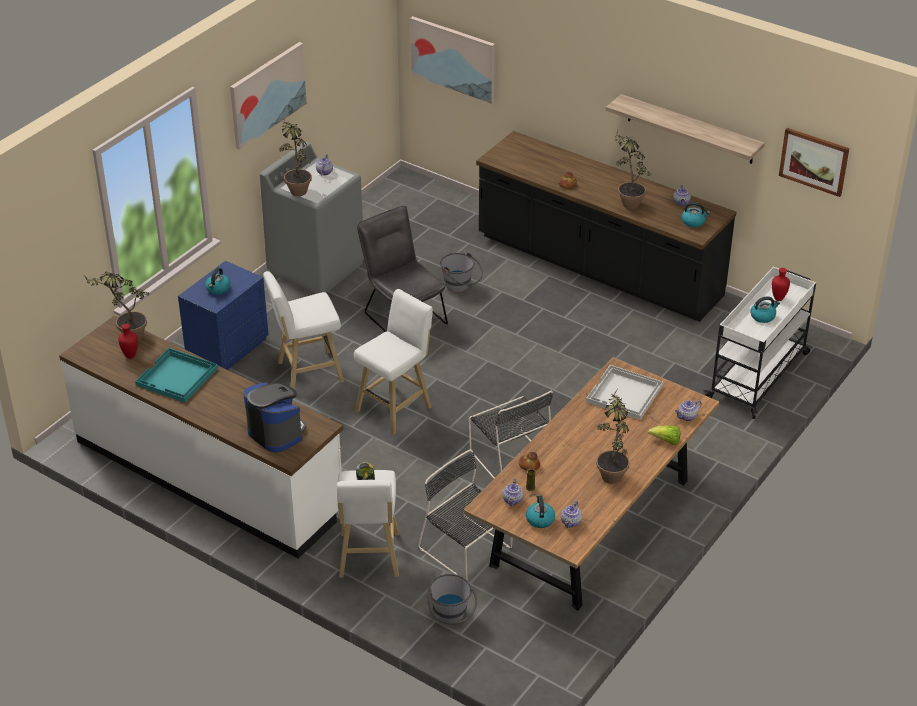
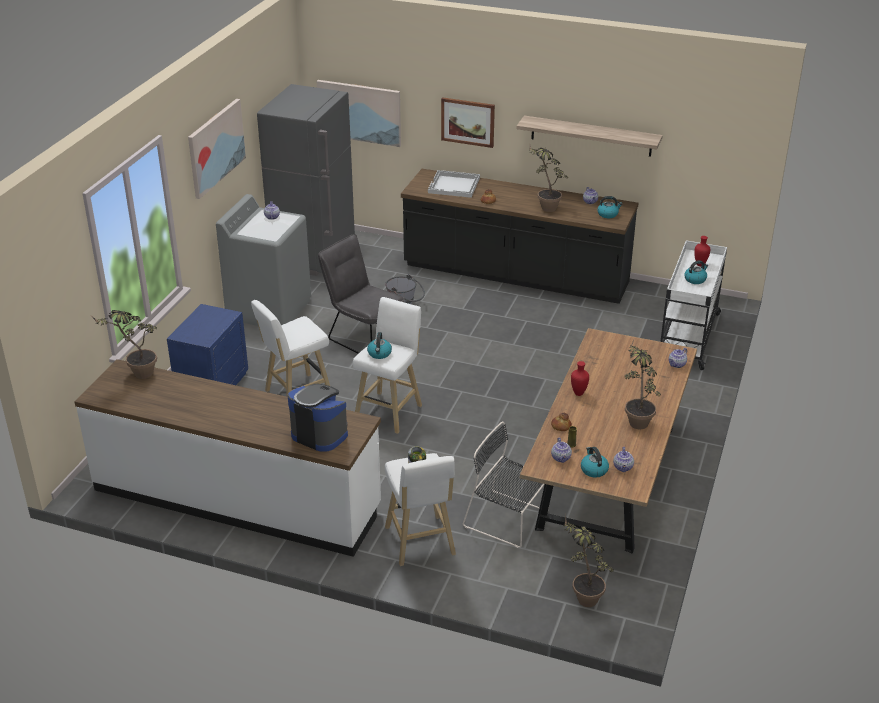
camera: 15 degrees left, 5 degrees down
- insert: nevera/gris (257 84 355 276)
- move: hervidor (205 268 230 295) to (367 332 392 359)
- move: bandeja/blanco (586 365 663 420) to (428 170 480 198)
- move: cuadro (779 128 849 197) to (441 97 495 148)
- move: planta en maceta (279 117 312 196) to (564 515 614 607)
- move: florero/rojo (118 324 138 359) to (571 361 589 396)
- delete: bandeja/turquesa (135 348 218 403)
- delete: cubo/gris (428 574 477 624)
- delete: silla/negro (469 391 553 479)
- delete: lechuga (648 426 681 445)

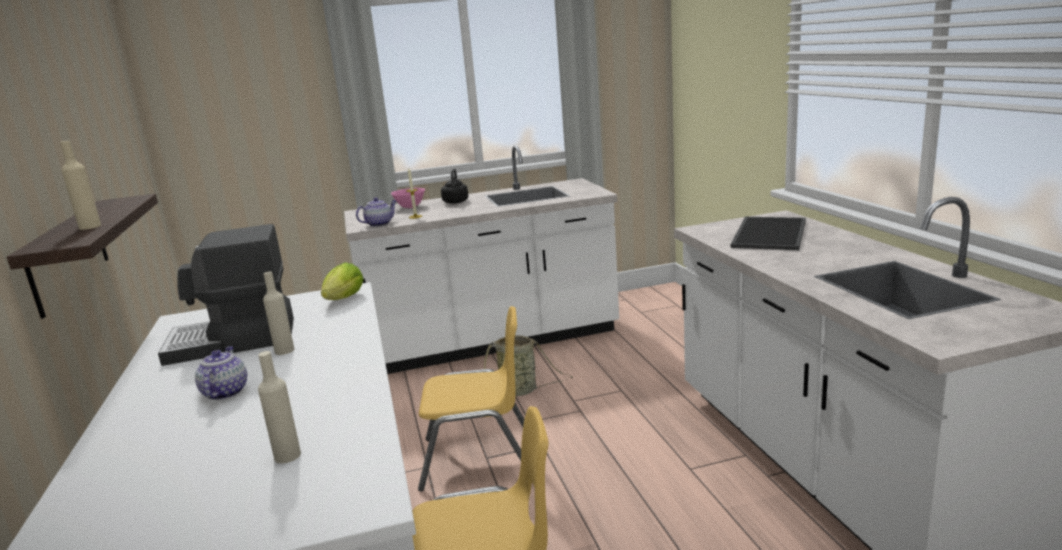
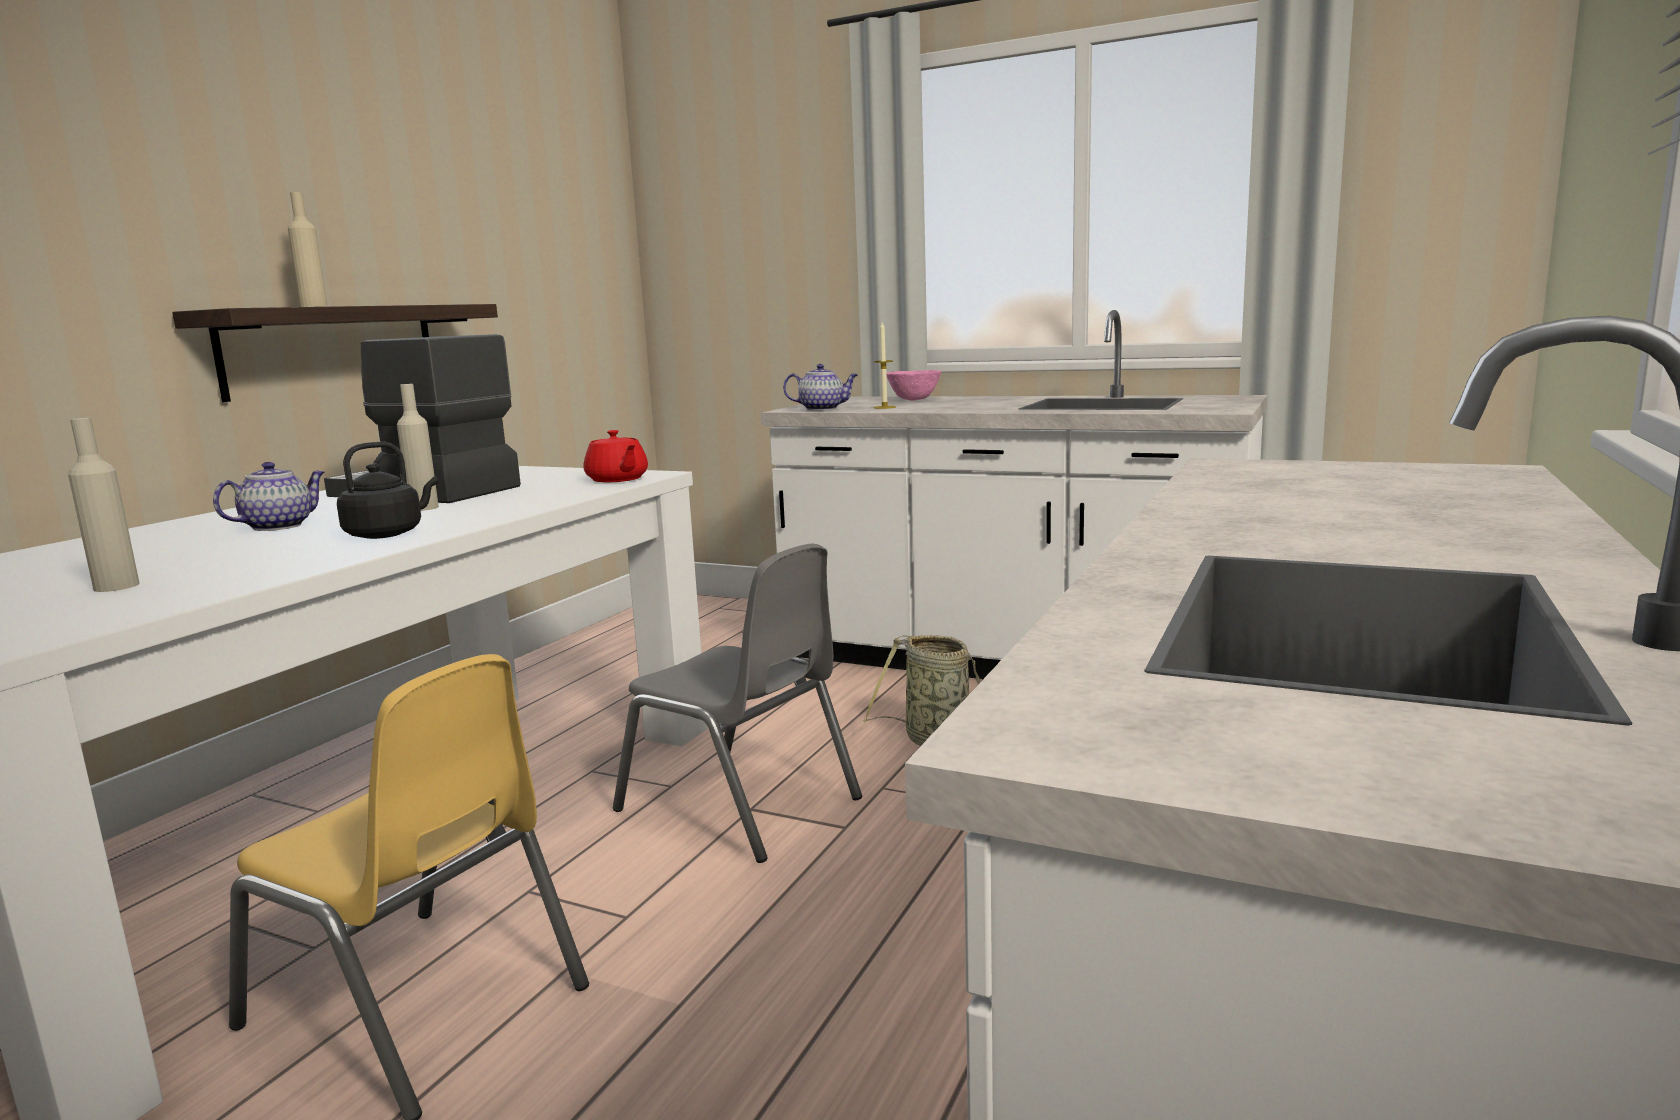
camera: 40 degrees right, 5 degrees down
- move: hervidor/negro (441 169 468 204) to (337 442 438 539)
- replace: lechuga (321 262 363 300) to tetera/rojo (584 430 648 482)
- recolor: silla/amarillo (418 306 524 491) to silla/gris (613 544 862 863)
- delete: bandeja (731 217 806 250)

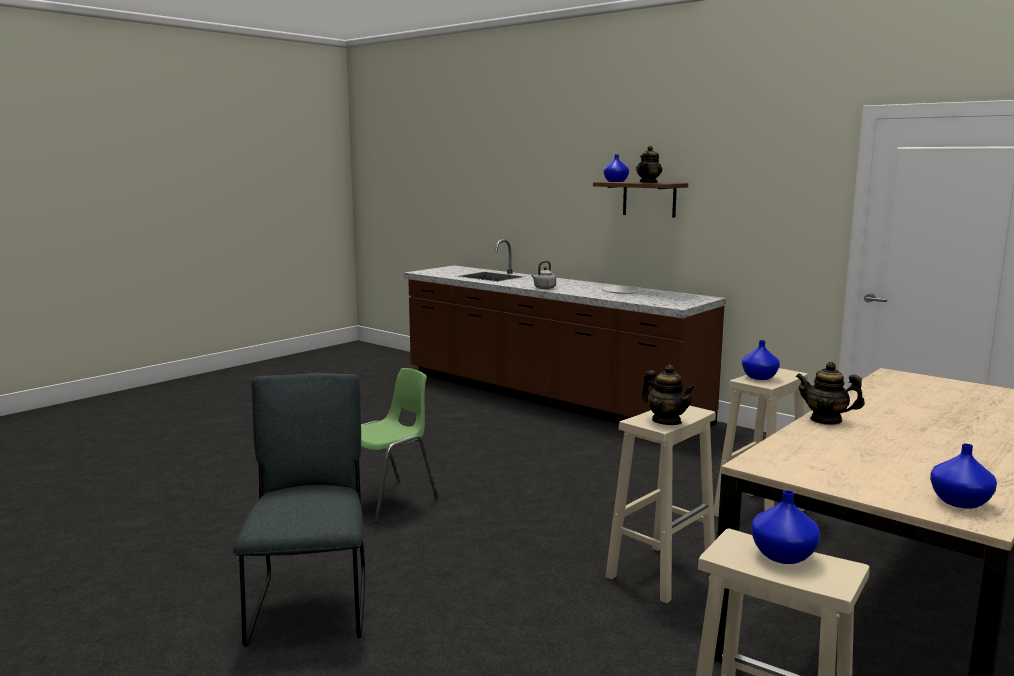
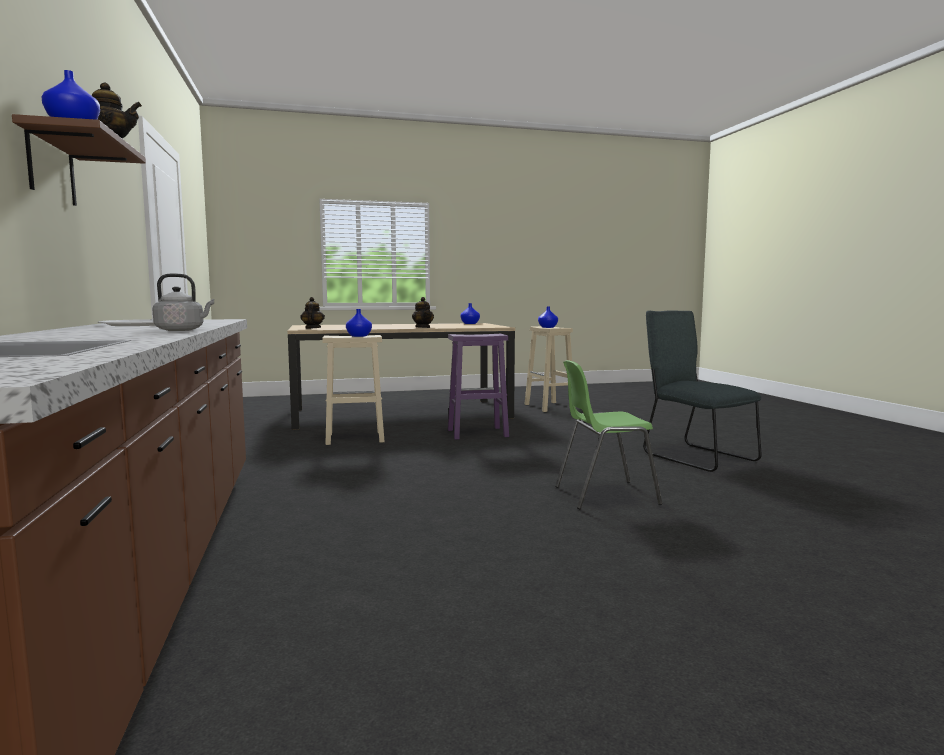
camera: 145 degrees left, 5 degrees down
- move: tetera (642 365 696 425) to (300 297 325 329)
- recolor: taburete/beis (605 406 716 604) to taburete/morado (448 334 509 440)
- rotate: silla/gris (233 373 365 647) = (643 310 762 472) 120 degrees clockwise

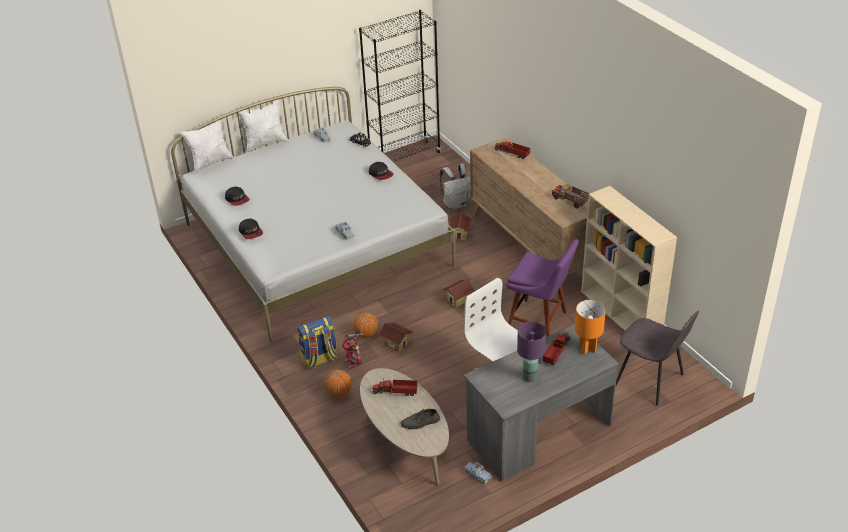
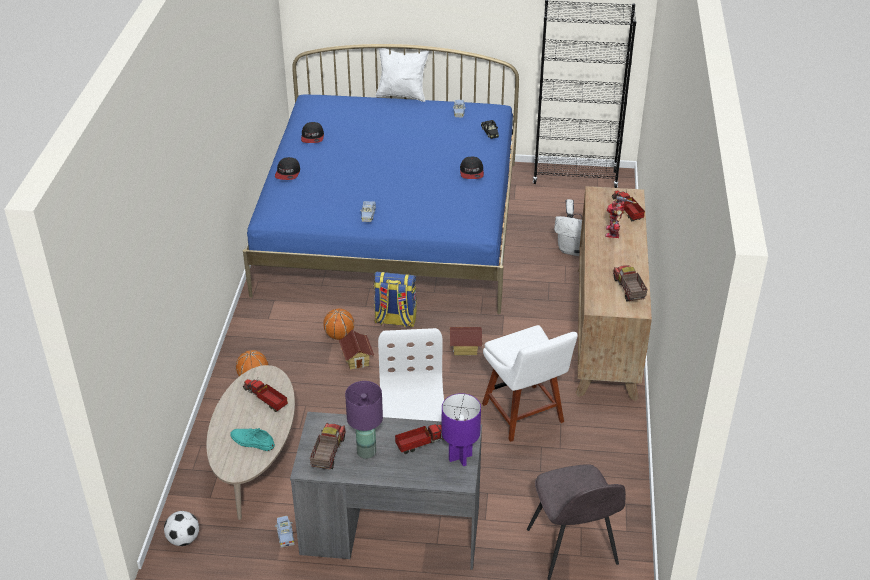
camera: 35 degrees right, 0 degrees up
- insert: balón de fútbol (164 511 199 546)
- recolor: zapato/gris (401 408 440 429) to zapato/turquesa (230 428 275 451)
- recolor: cama/blanco (171 87 456 342) to cama/azul (243 44 519 314)
- insert: camión de juguete (310 423 346 469)
- move: mochila (297 316 338 370) to (374 272 417 327)
- recolor: lámpara de mesa/naranja (575 300 606 355) to lámpara de mesa/morado (442 393 481 466)
- recolor: silla/morado (506 239 579 337) to silla/blanco (482 325 578 442)
- move: robot de juguete (342 333 364 369) to (605 196 637 238)
- delete: cojín/blanco (181 120 234 174)
- delete: casita (449 212 472 240)
- delete: estantería/beis (581 186 677 331)

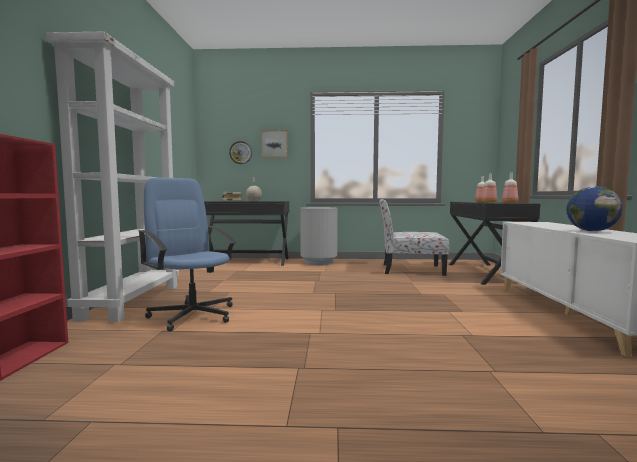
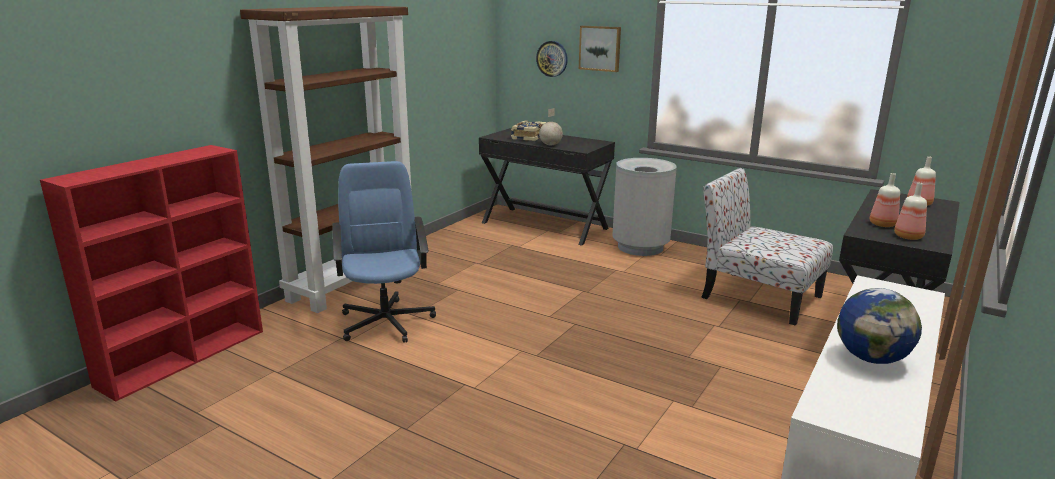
camera: 30 degrees right, 15 degrees up
- recolor: estantería/blanco (46 31 179 322) to estantería/marrón (240 6 411 313)

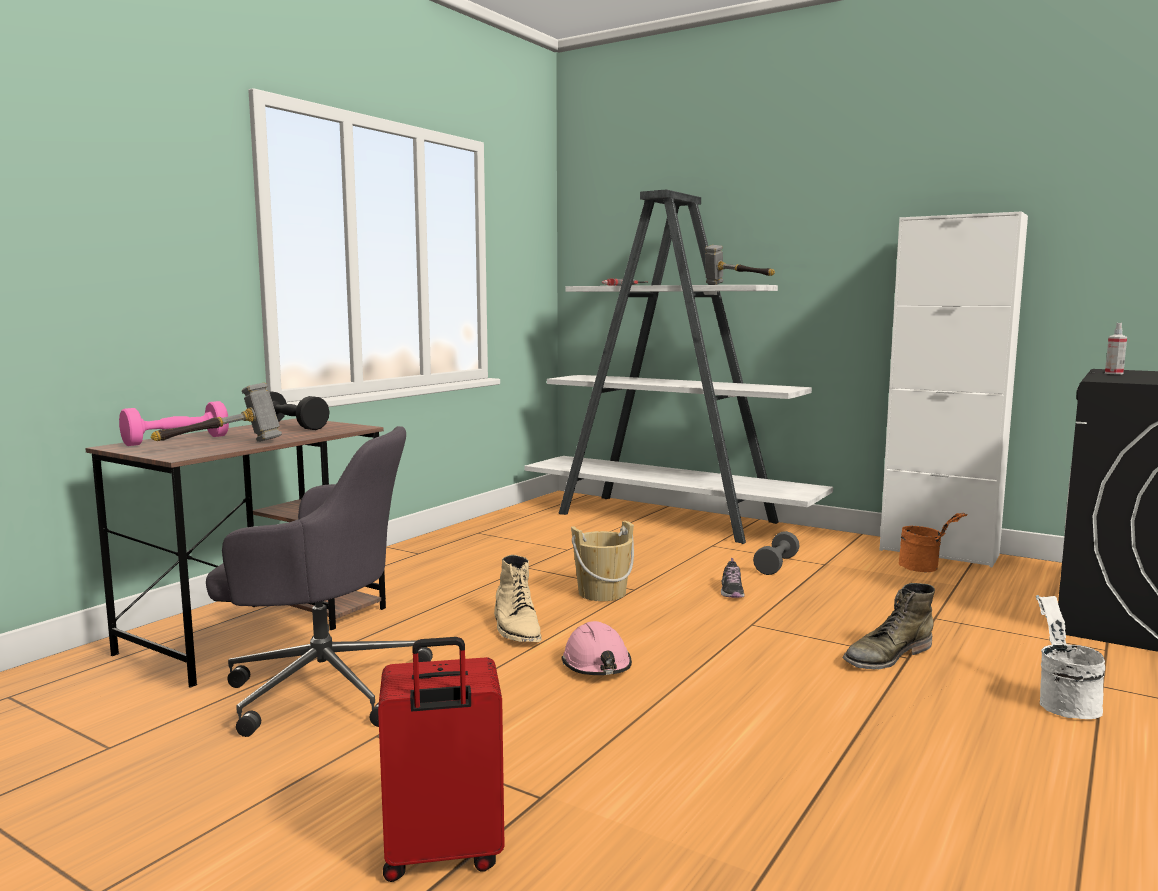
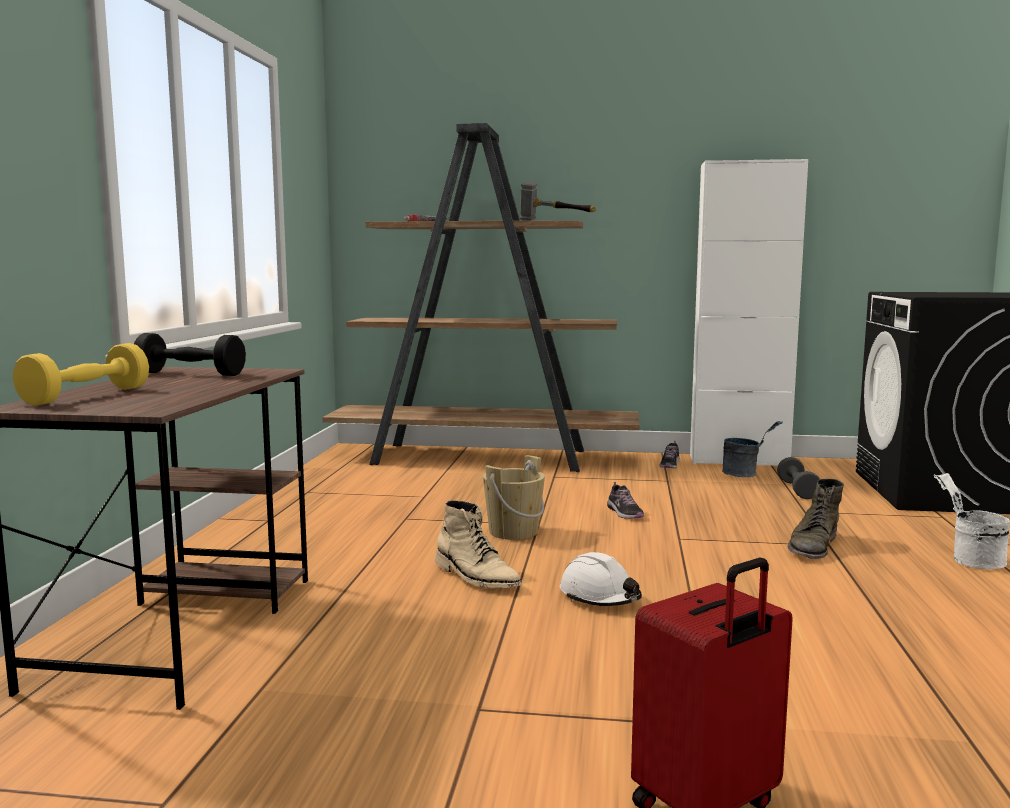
camera: 25 degrees left, 0 degrees up
- recolor: mancuerna/rosa (119 401 229 446) to mancuerna/amarillo (13 343 149 406)
- recolor: estantería/blanco (525 189 833 544) to estantería/marrón (322 123 640 472)
- recolor: casco/rosa (561 621 632 675) to casco/blanco (560 552 642 606)
- insert: zapato (659 441 679 468)
- recolor: cubo/naranja (899 513 967 572) to cubo/gris (722 421 783 477)
- move: mancuerna/gris (753 531 800 575) to (777 457 820 499)
- delete: martillo (151 383 282 442)
- delete: silla de oficina/gris (206 426 433 737)
- delete: pulverizador (1105 323 1127 374)

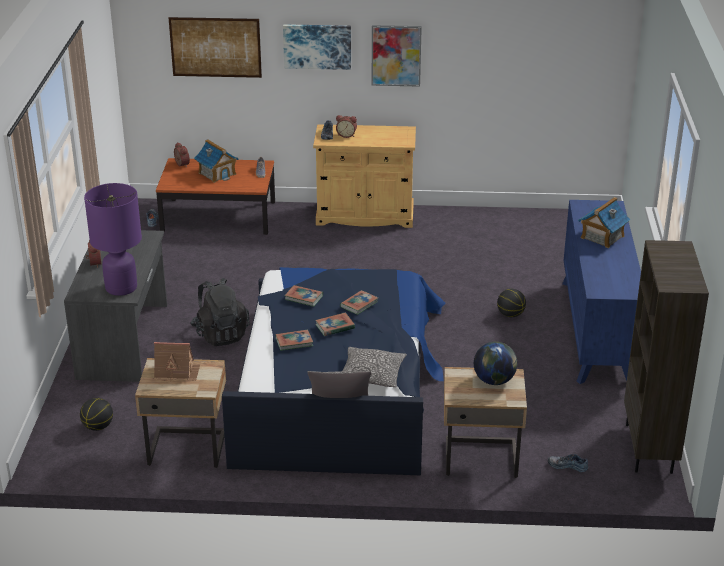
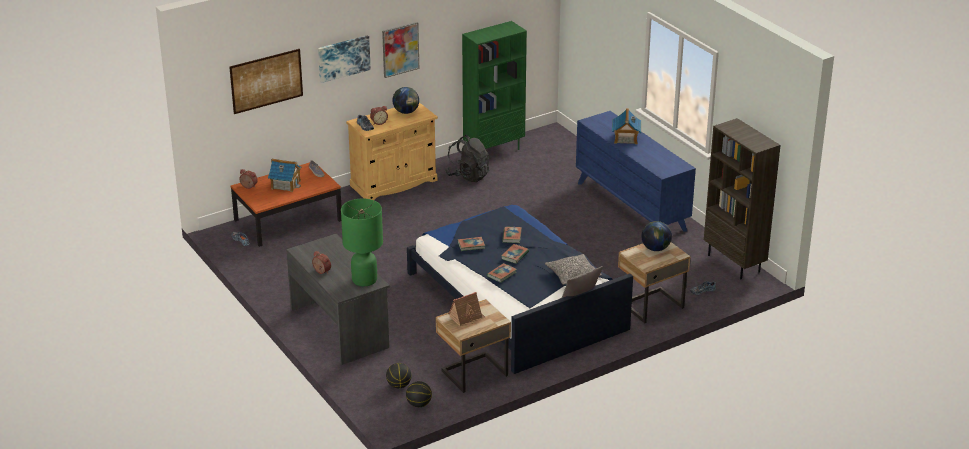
camera: 35 degrees left, 0 degrees up
- recolor: lámpara de mesa/morado (84 183 142 296) to lámpara de mesa/verde (341 198 383 286)
- insert: globo terráqueo (392 87 419 114)
- move: balón de baloncesto (497 289 526 317) to (406 381 432 407)
- move: mochila/negro (190 278 250 346) to (445 135 489 182)
- insert: estantería/verde (462 21 527 150)

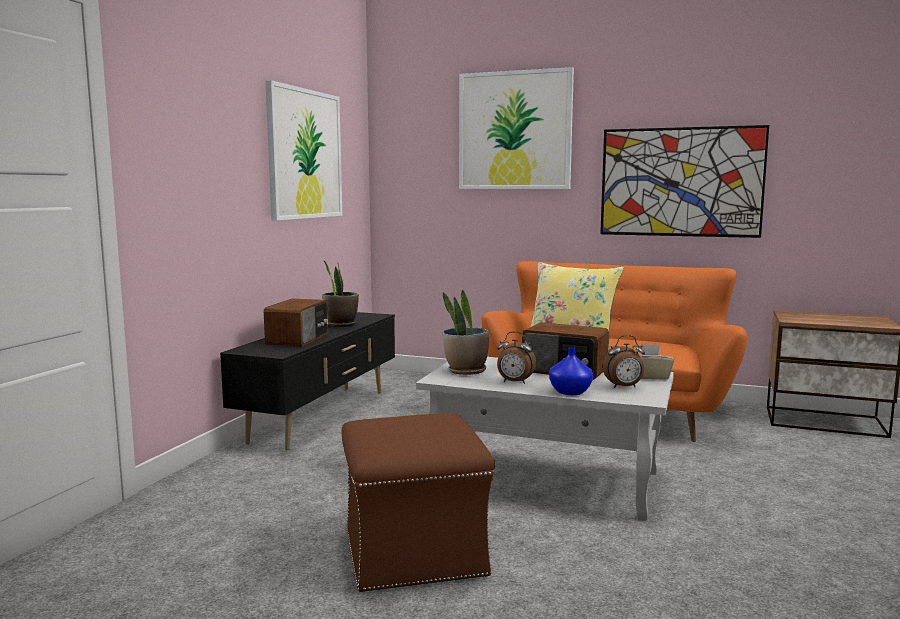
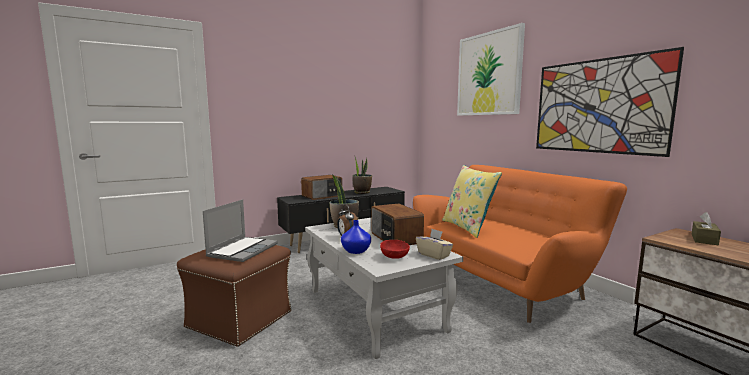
camera: 40 degrees right, 0 degrees up
- insert: portátil (203 199 278 262)
- replace: despertador (603 335 645 388) to cuenco/rojo (380 240 410 259)
- insert: caja de pañuelos/marrón (692 212 721 245)
- delete: cuadro (265 80 342 220)

